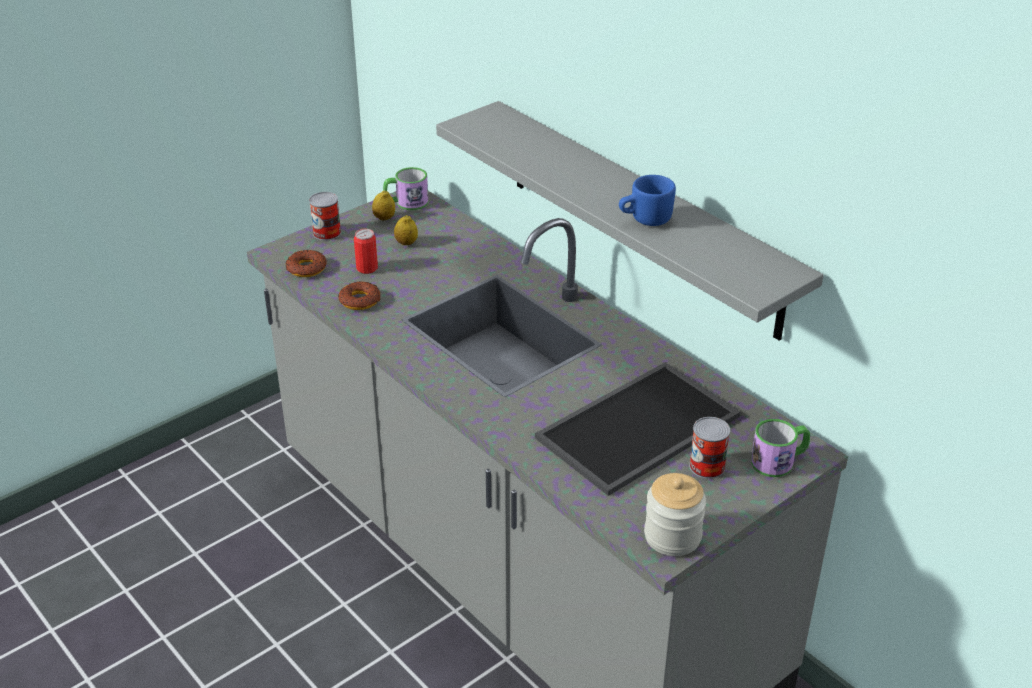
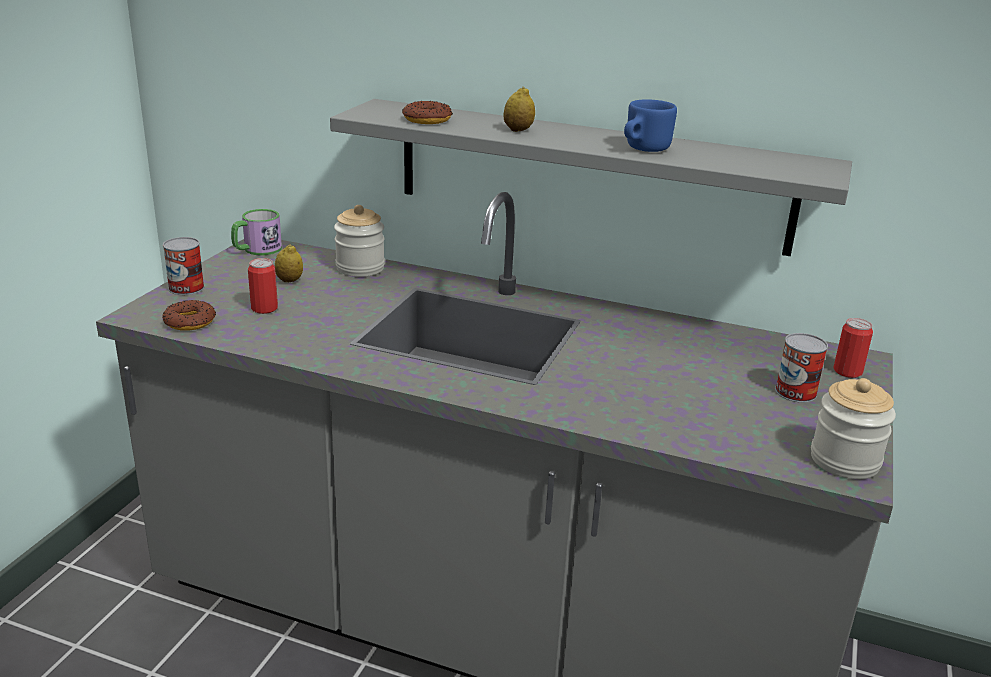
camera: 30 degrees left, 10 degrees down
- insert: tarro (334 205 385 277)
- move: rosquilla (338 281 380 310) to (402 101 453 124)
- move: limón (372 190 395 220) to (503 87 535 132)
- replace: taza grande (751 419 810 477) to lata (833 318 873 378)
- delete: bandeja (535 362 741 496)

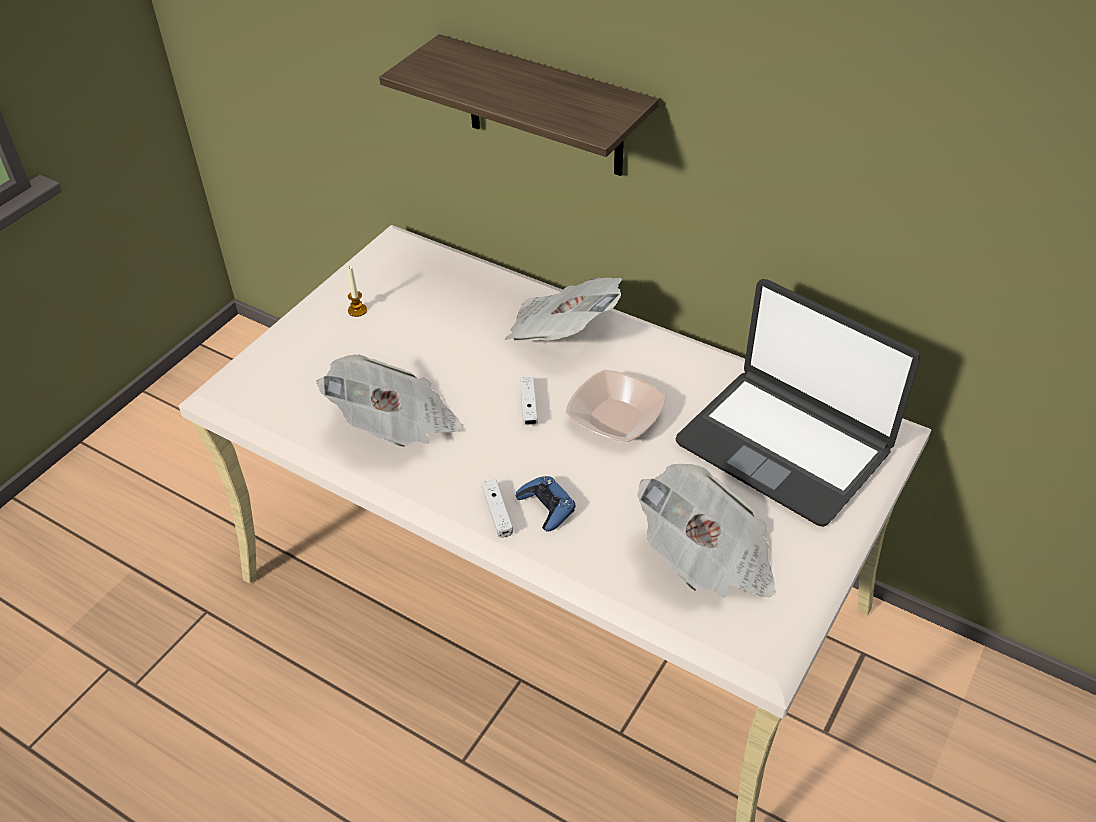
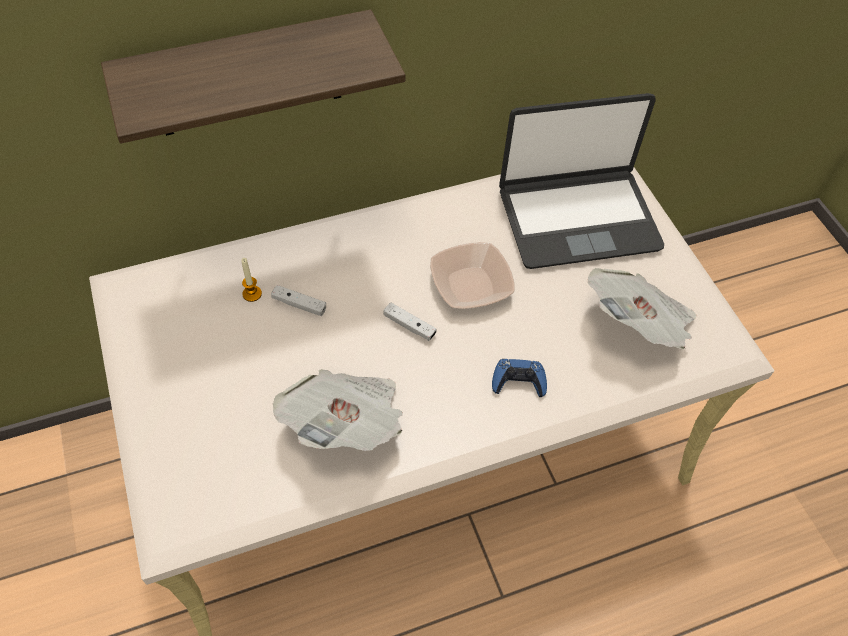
camera: 55 degrees left, 10 degrees up
- move: vela (347 266 367 317) to (241 258 262 302)
- move: mando de consola/blanco (482 480 513 538) to (271 285 326 316)
- delete: periódico (505 278 622 342)

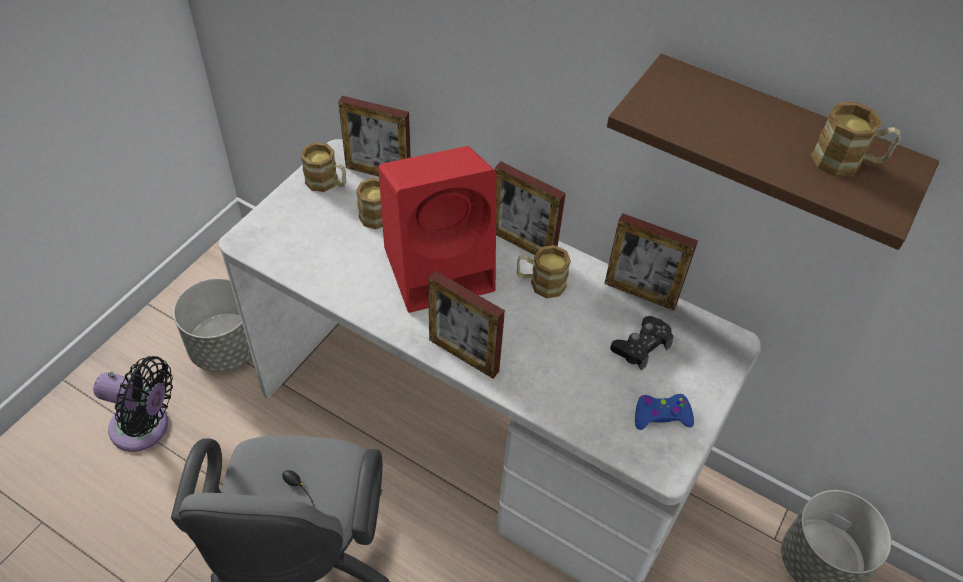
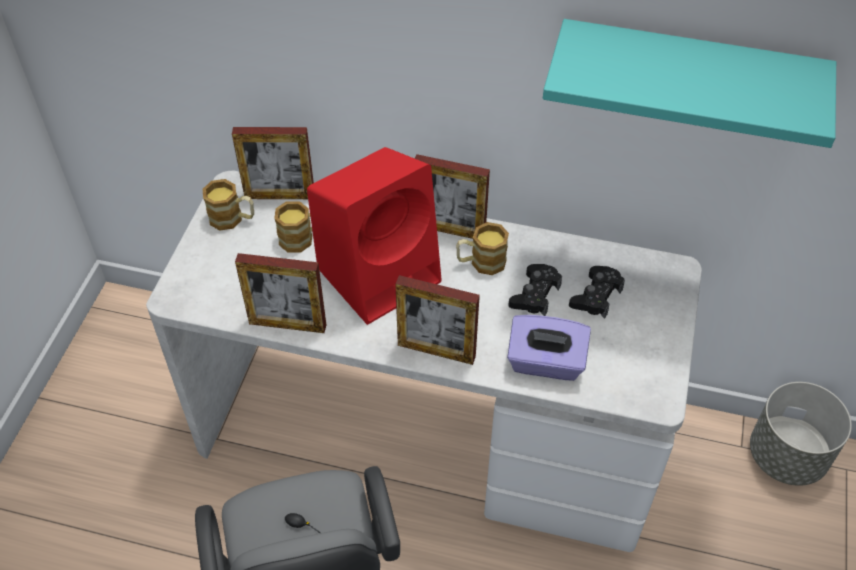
camera: 15 degrees left, 0 degrees up
- move: portarretratos (604 213 698 311) to (235 253 326 333)
- insert: caja de pañuelos/morado (507 315 591 381)
- insert: mando de consola/negro (508 264 562 316)
- recolor: estante/marrón (607 53 939 250) to estante/turquesa (543 19 836 148)
- delete: ventilador/negro (93 356 173 452)
- delete: maceta/gris (173 278 252 372)
- delete: mando de consola/azul (635 394 694 430)
- delete: taza grande (811 102 901 177)

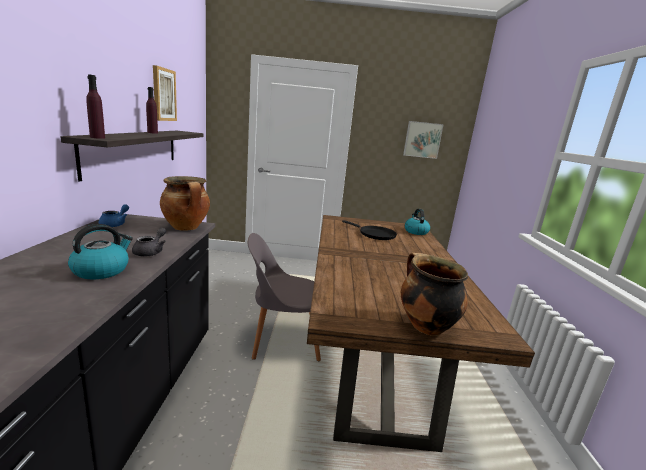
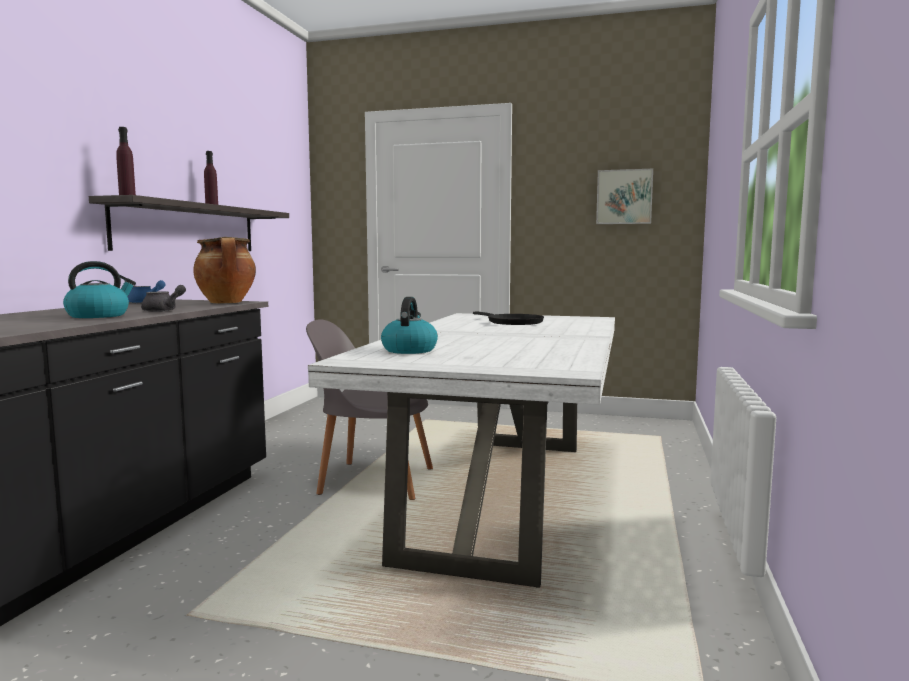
camera: 15 degrees right, 10 degrees down
- recolor: mesa de comedor/marrón (307 215 535 452) to mesa de comedor/blanco (308 313 615 588)
- move: hervidor (405 209 430 235) to (381 297 438 354)
- delete: cuadro (153 65 177 121)
- delete: olla (401 253 468 336)

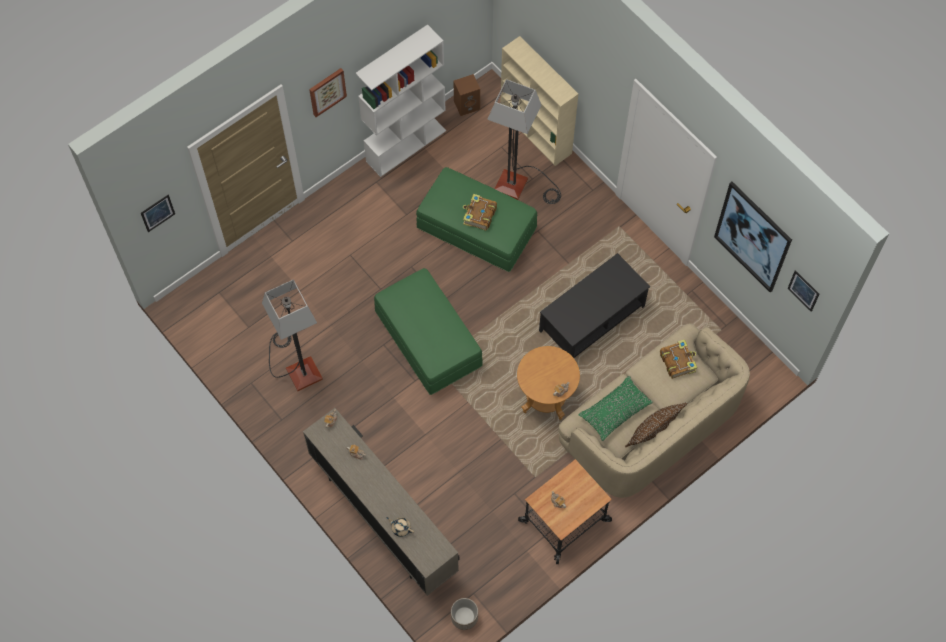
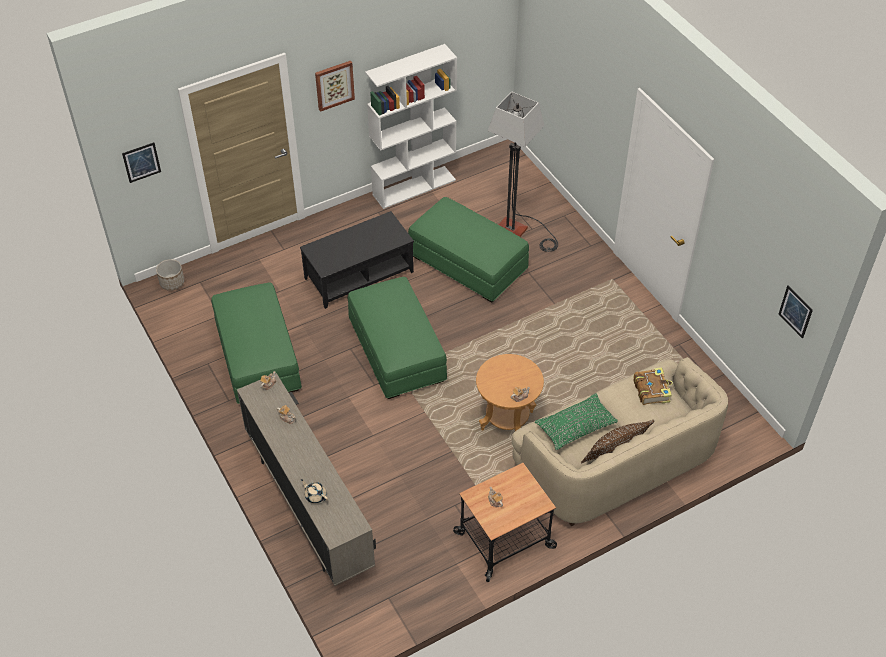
camera: 10 degrees right, 15 degrees down
- move: maceta (451 598 478 630) to (156 259 184 291)
- replace: lámpara de pie (262 279 323 391) to puf/verde (211 283 302 404)
- move: mesa de centro/negro (539 253 650 358) to (300 211 414 309)
- delete: altavoz/marrón (453 74 480 116)
- delete: libro (463 194 497 231)
- delete: estantería/beis (500 36 578 166)
- delete: cuadro (714 182 792 293)

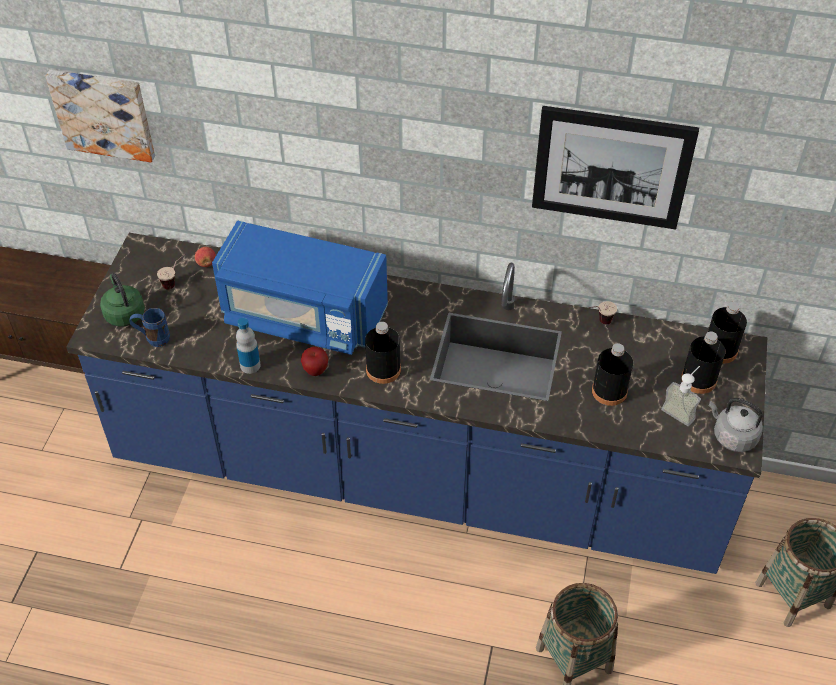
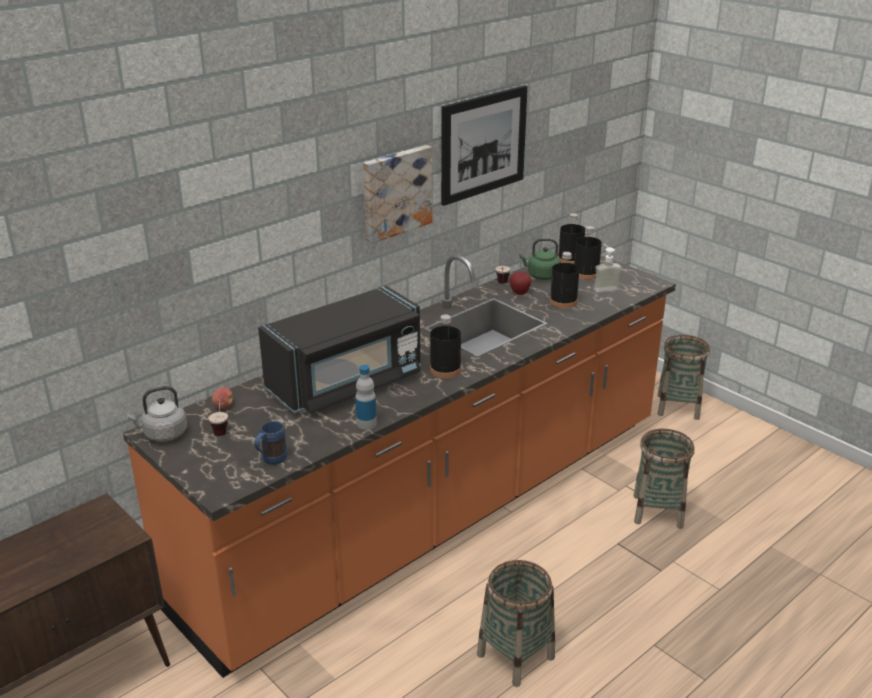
camera: 55 degrees left, 20 degrees down
- recolor: mueble bajo de cocina/azul (66 233 767 574) to mueble bajo de cocina/naranja (123 253 676 678)
- move: hervidor/gris (709 398 763 452) to (126 386 187 442)
- recolor: microondas/azul (212 221 388 355) to microondas/negro (258 286 420 414)
- move: cuadro (45 70 155 162) to (363 145 432 244)
- insert: cesta (477 560 555 687)
- move: manzana (301 346 328 376) to (510 272 532 295)
- move: hervidor/verde (100 273 145 327) to (519 238 561 280)

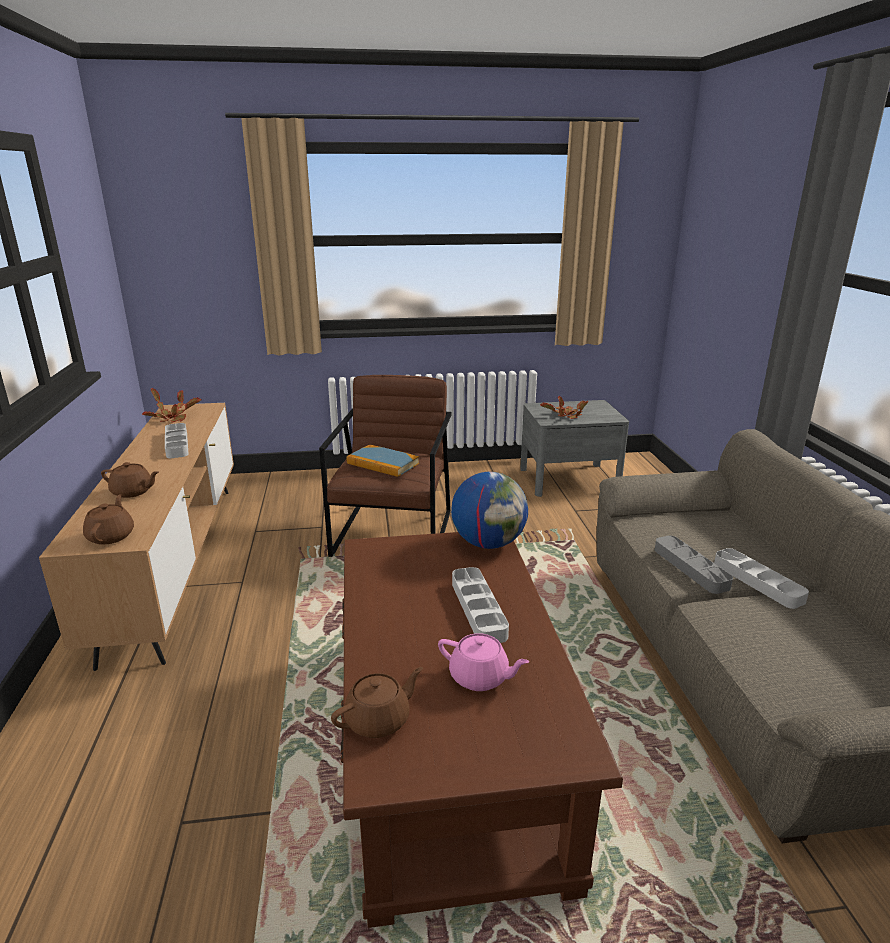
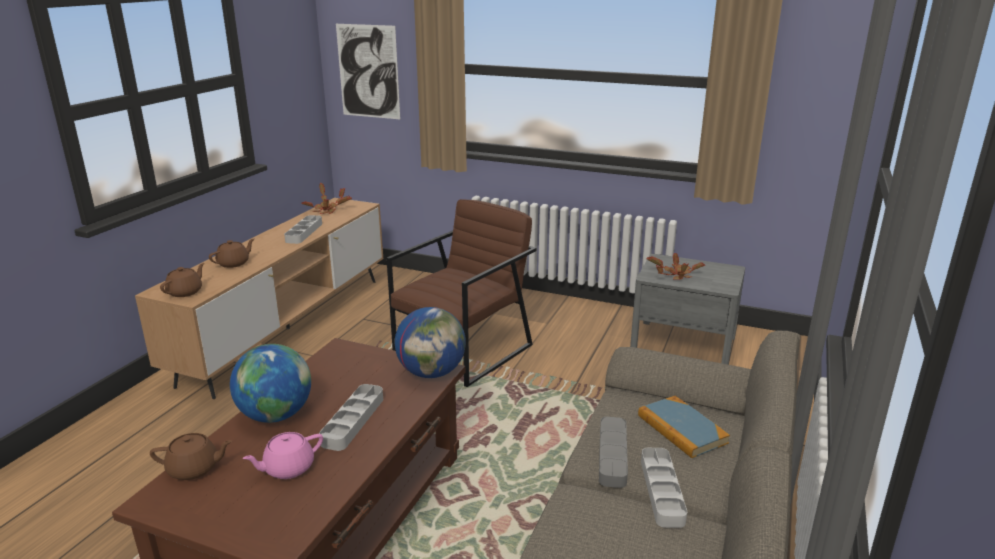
camera: 30 degrees right, 0 degrees up
- rotate: tetera/marrón (101 462 159 498) = (209 239 254 268) 90 degrees counterclockwise
- insert: globo terráqueo (230 344 311 423)
- rotate: tetera/rosa (438 633 529 691) = (242 432 323 479) 90 degrees clockwise
- insert: cuadro (336 24 400 119)
- move: libro (347 445 419 477) to (638 396 730 458)

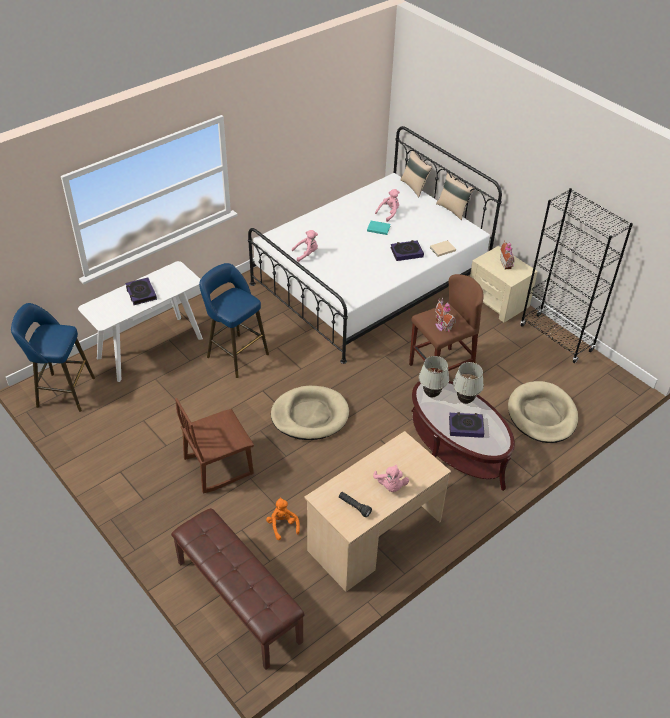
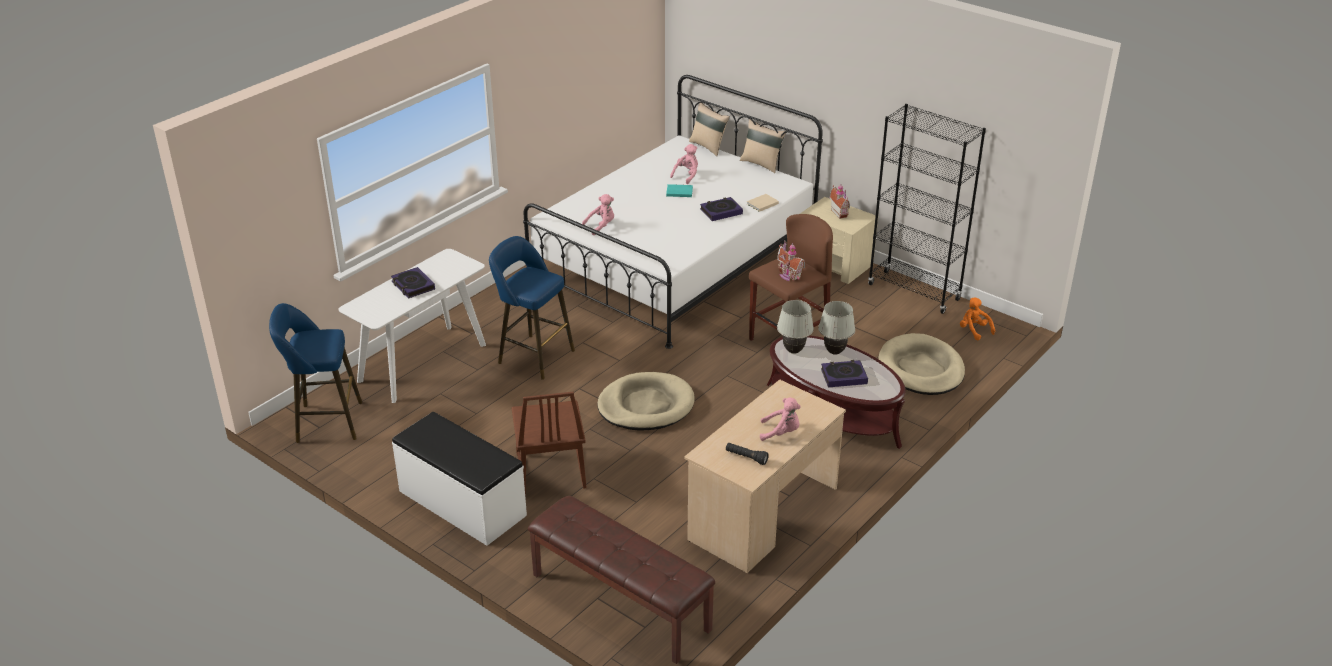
camera: 10 degrees left, 10 degrees down
- insert: banco/blanco (392 412 527 546)
- rotate: silla/marrón (175 398 254 494) = (512 392 587 495) 60 degrees counterclockwise
- rotate: peluche/rosa (373 465 409 492) = (760 398 801 441) 60 degrees counterclockwise
- move: peluche/naranja (266 497 300 540) to (960 297 995 340)

